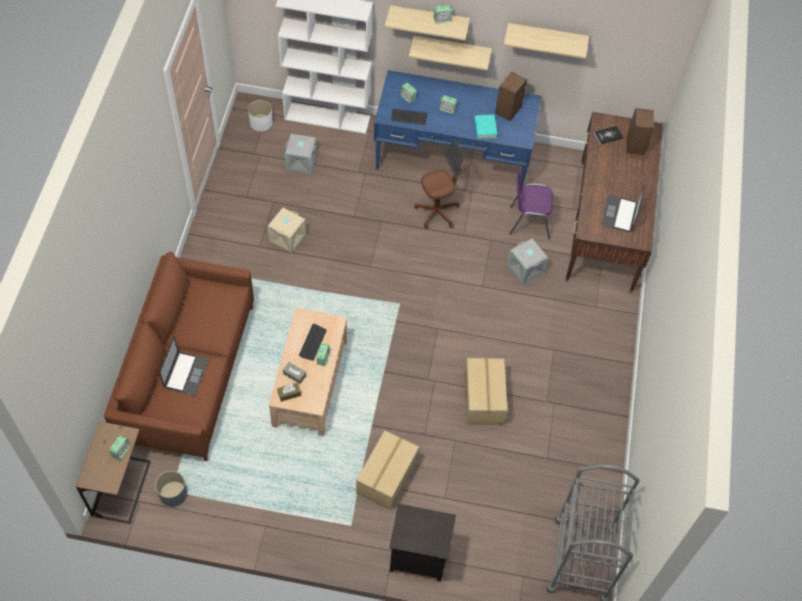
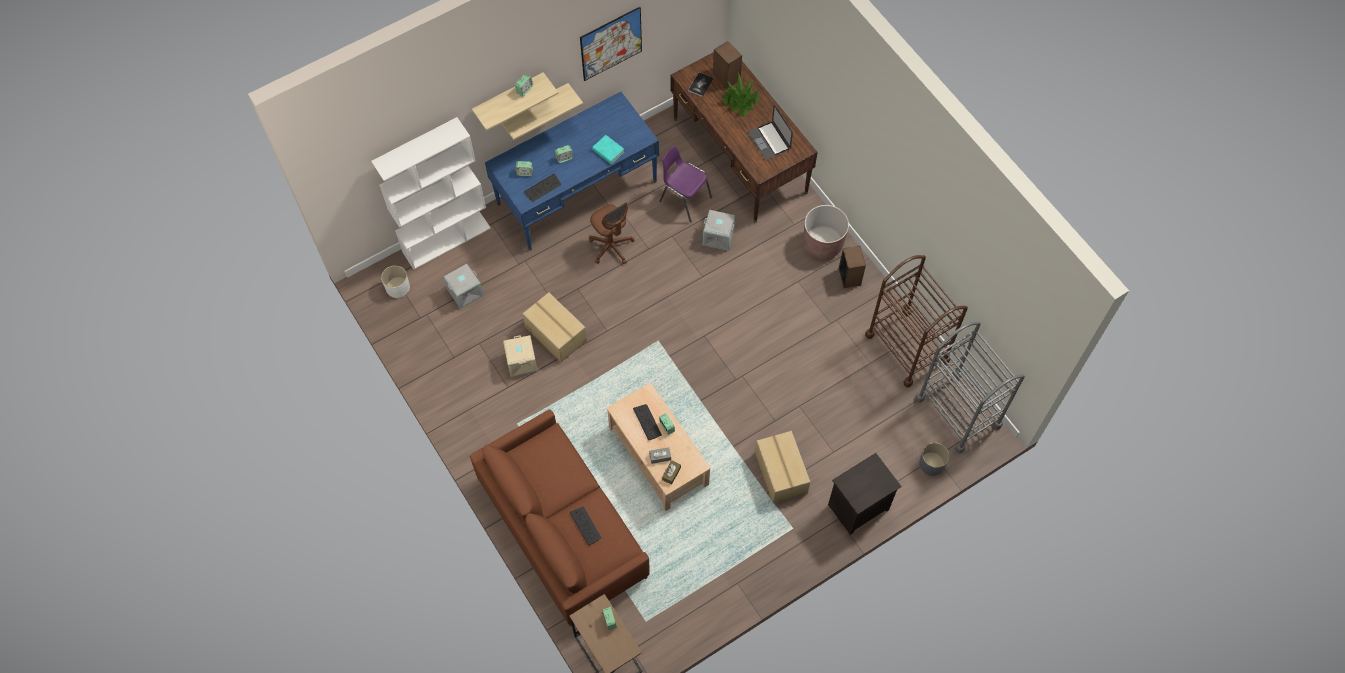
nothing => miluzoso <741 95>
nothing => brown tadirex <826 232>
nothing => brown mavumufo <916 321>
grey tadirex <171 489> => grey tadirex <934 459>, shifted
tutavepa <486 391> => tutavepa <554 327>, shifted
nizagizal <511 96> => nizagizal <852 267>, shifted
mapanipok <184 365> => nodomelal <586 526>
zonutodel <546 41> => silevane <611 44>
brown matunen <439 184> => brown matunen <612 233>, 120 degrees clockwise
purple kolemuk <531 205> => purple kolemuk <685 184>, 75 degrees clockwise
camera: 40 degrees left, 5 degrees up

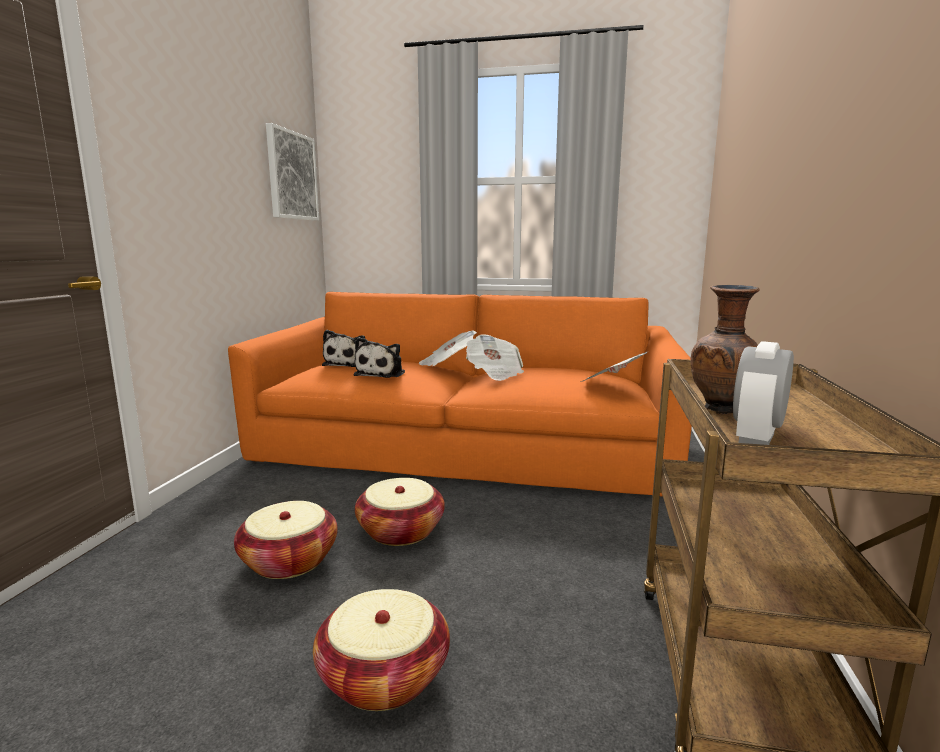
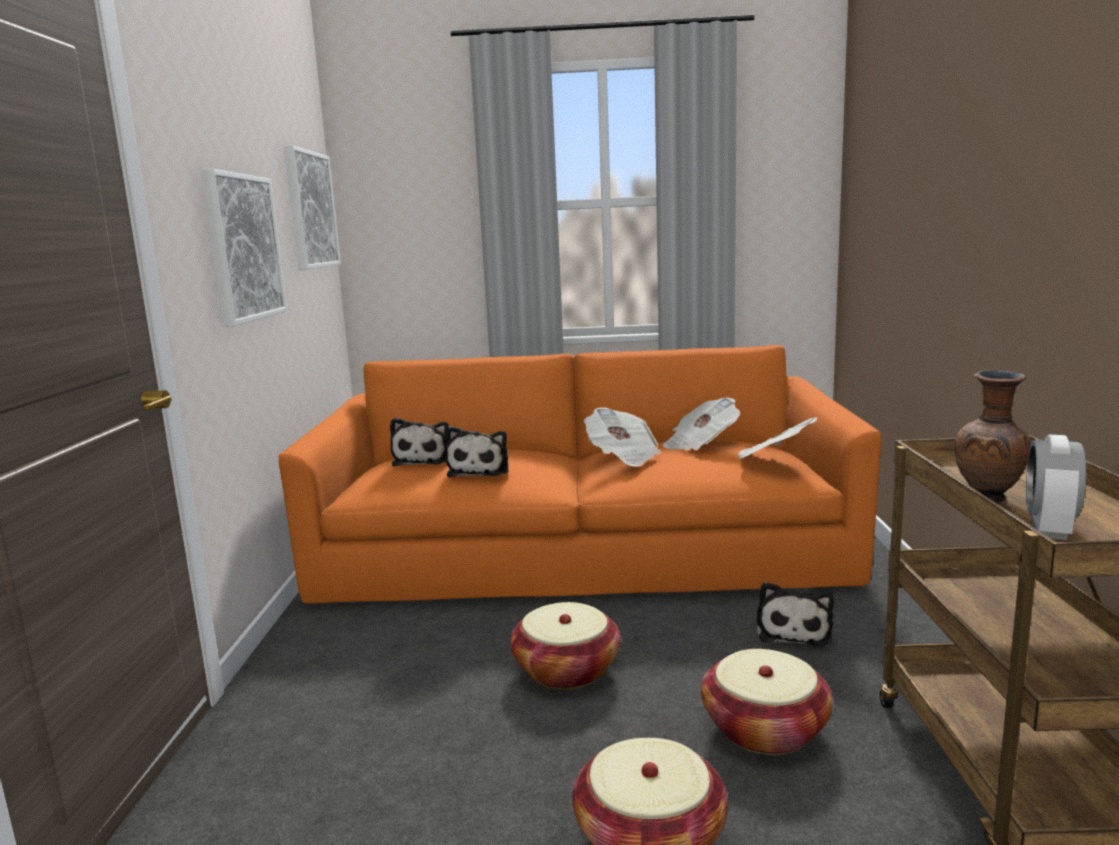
nothing => silevane <244 247>
nothing => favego <795 614>
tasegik <286 540> => tasegik <767 702>, shifted
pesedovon <448 348> => pesedovon <701 423>, shifted
camera: 10 degrees left, 0 degrees up

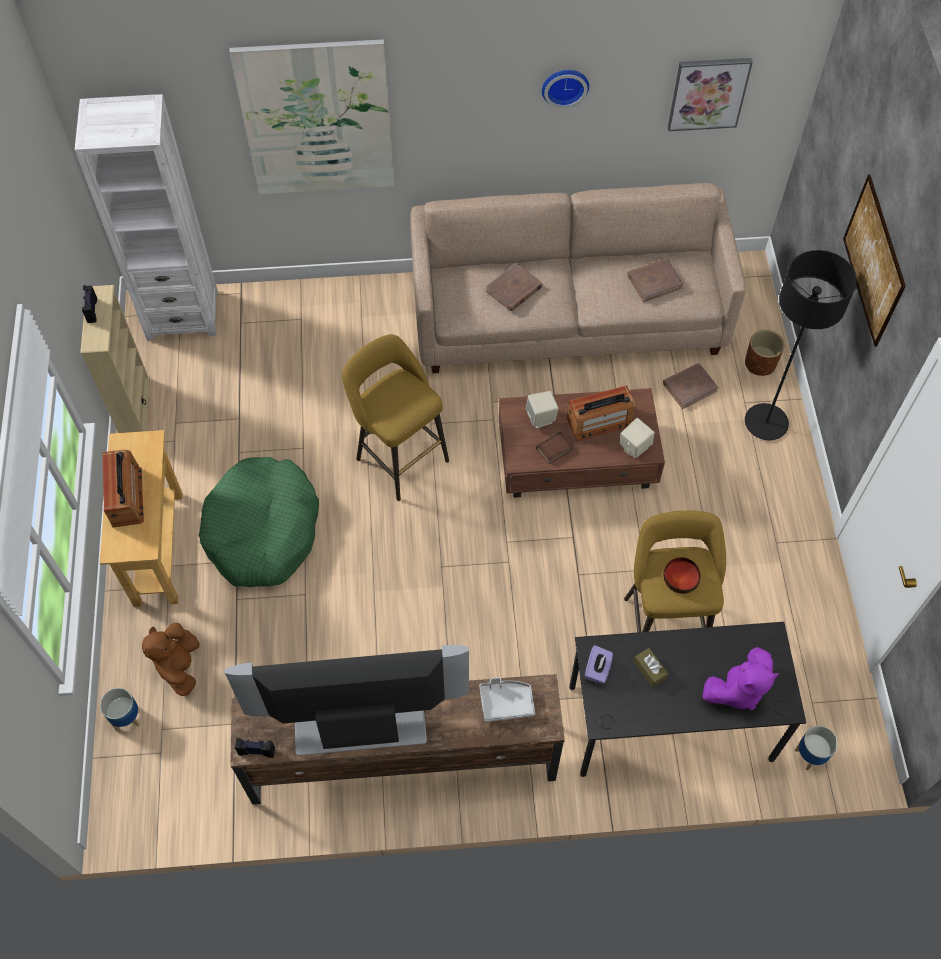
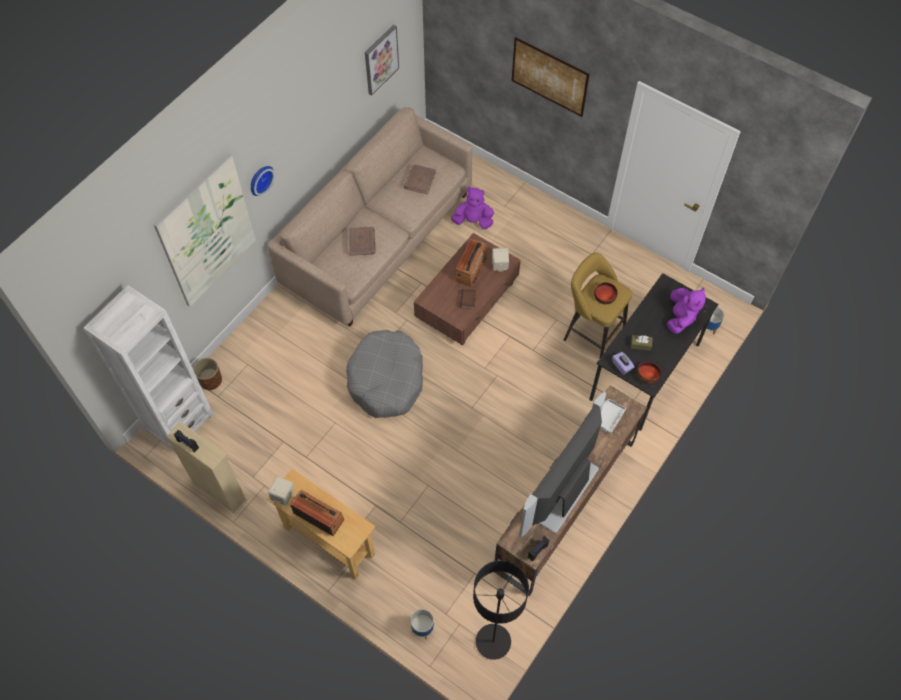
brown favego <171 659> => nothing
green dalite <259 522> => nothing
nothing => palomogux <648 373>
beige nizagizal <542 409> => beige nizagizal <281 491>, shifted
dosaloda <565 89> => dosaloda <263 181>, shifted
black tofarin <801 345> => black tofarin <501 610>, shifted
brown tadirex <765 353> => brown tadirex <207 374>, shifted
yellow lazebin <395 417> => grey dalite <384 374>
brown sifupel <691 386> => purple favego <472 208>
camera: 50 degrees left, 0 degrees up

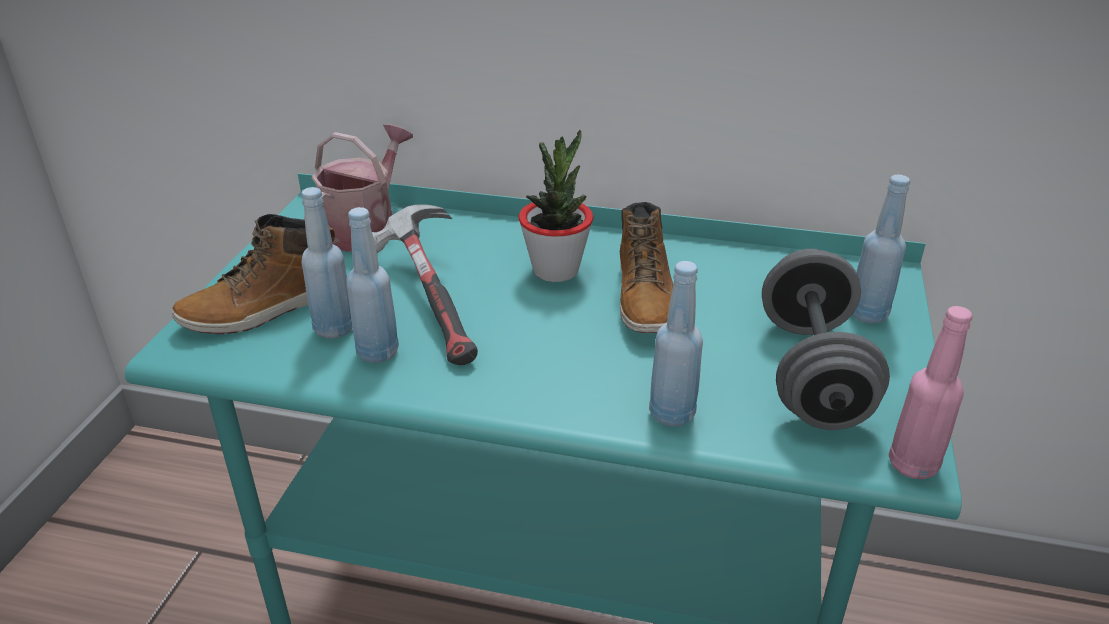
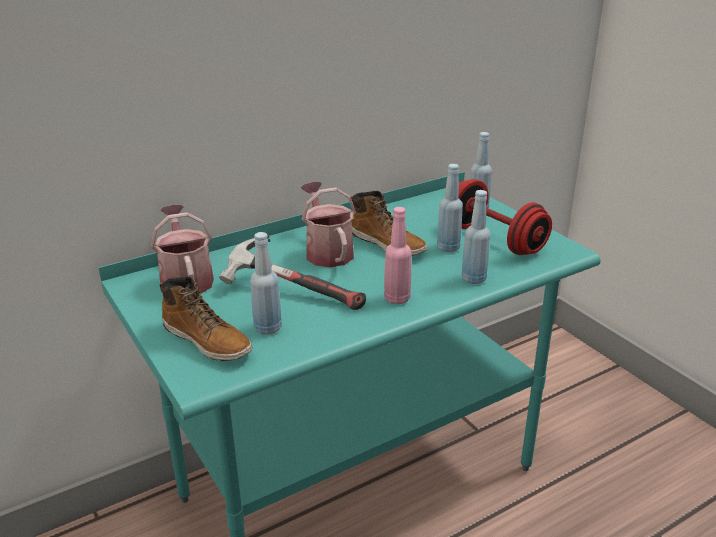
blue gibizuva <372 285> => blue gibizuva <450 208>, shifted
pink gibizuva <931 392> => pink gibizuva <398 255>, shifted
miluzoso <556 206> => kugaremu <328 224>
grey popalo <826 339> => red popalo <505 217>
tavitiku <253 274> => tavitiku <206 318>, 60 degrees counterclockwise
camera: 45 degrees left, 5 degrees down

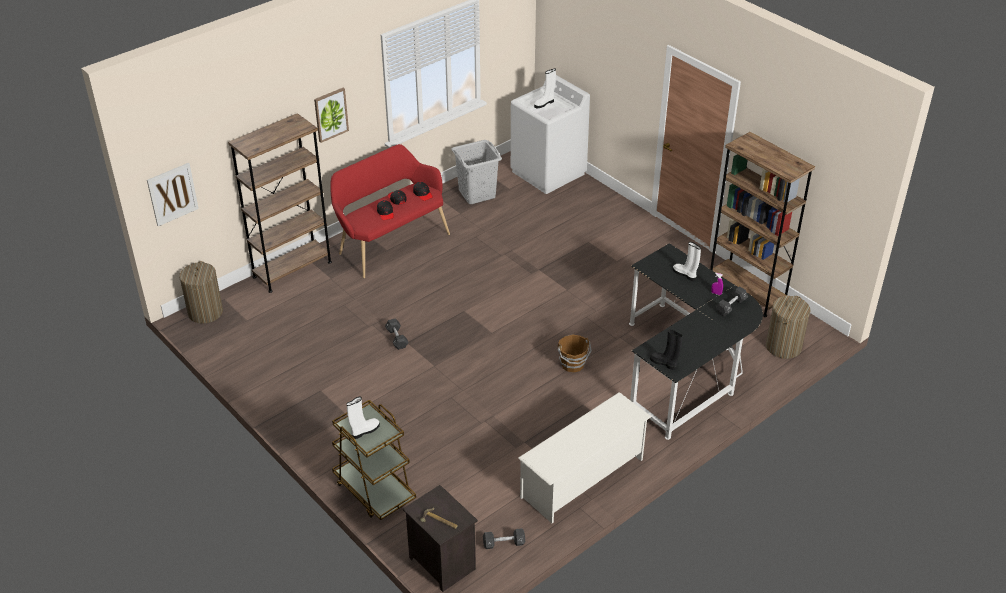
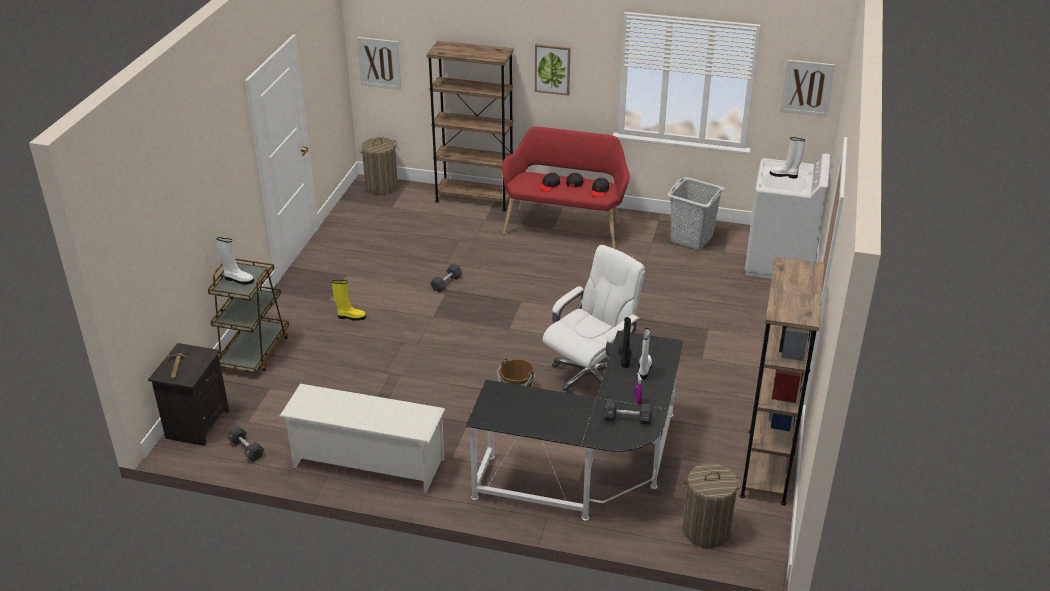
nothing => yellow tavitiku <349 300>
nothing => white matunen <594 319>
nothing => silevane <807 88>
black tavitiku <666 350> => black tavitiku <624 342>, shifted
camera: 55 degrees right, 5 degrees down

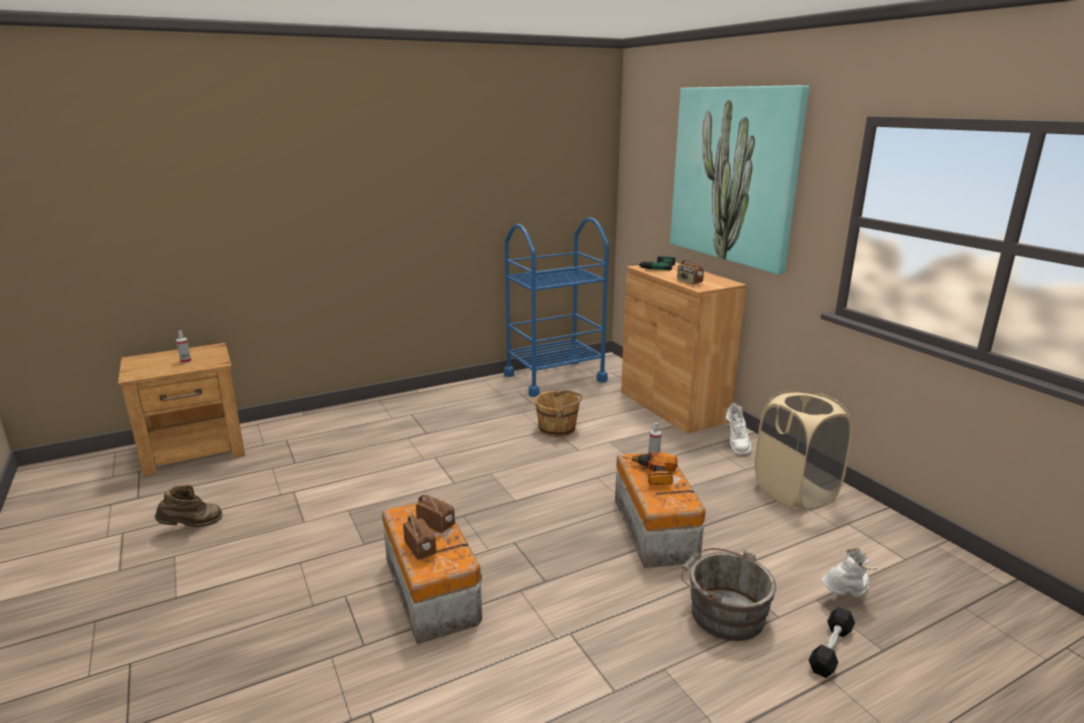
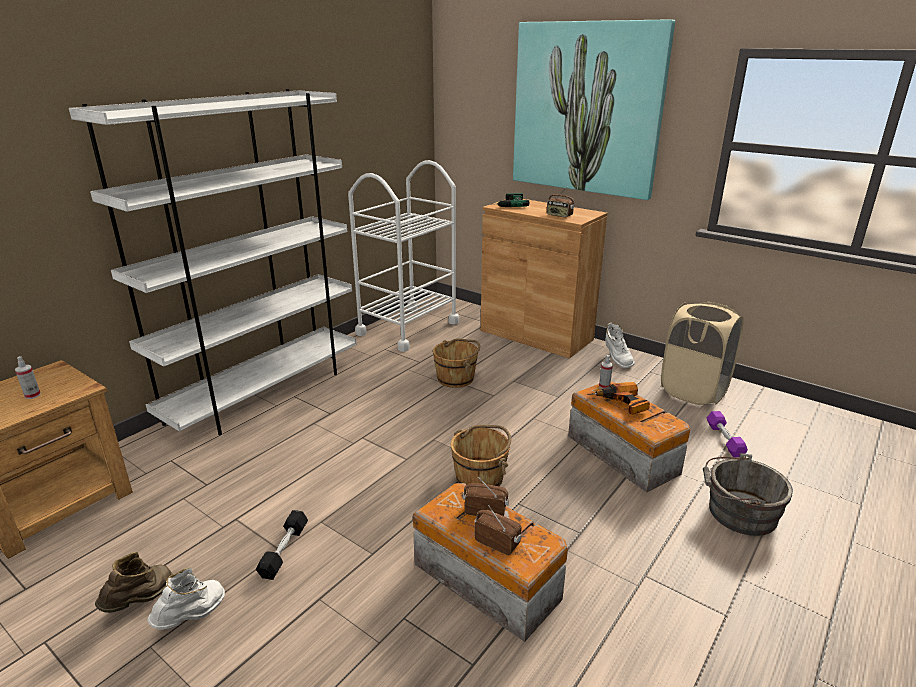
nothing => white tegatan <213 262>
nothing => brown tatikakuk <481 455>
nothing => purple popalo <727 434>
black popalo <832 642> => black popalo <282 545>, shifted
white tavitiku <849 572> => white tavitiku <186 599>, shifted
blue mavumufo <556 307> => white mavumufo <403 256>
camera: 25 degrees left, 5 degrees up

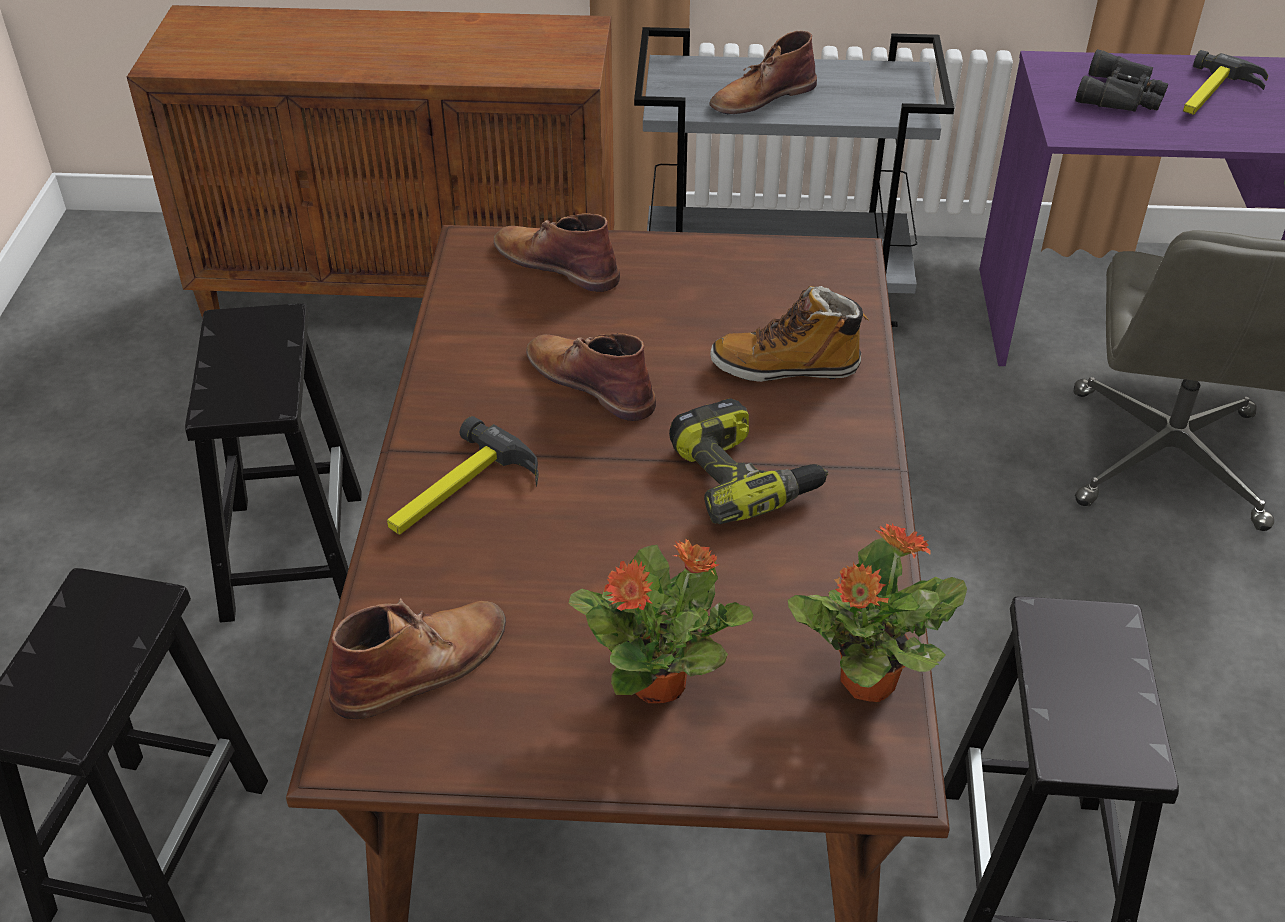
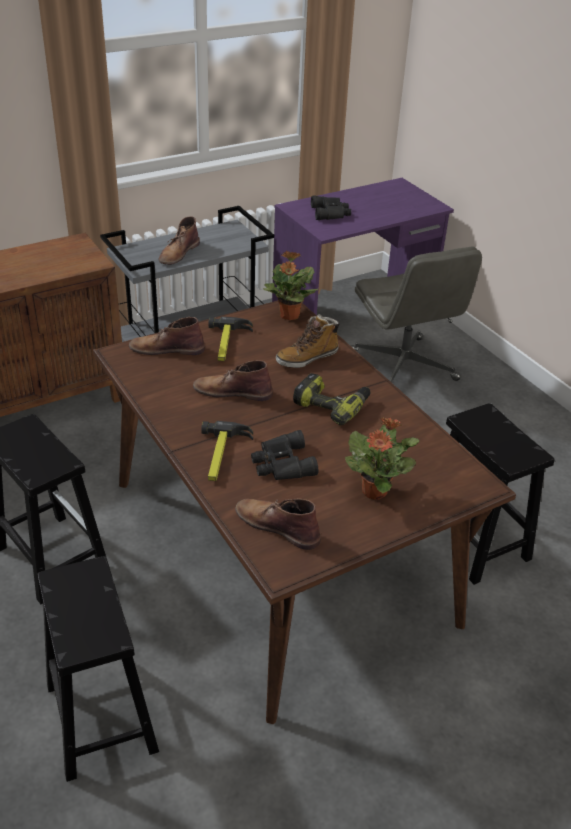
nothing => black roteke <284 455>
miluzoso <877 612> => miluzoso <290 285>, shifted
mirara <1225 82> => mirara <230 339>, shifted
brown tavitiku <417 658> => brown tavitiku <278 524>, 75 degrees counterclockwise
camera: 35 degrees left, 5 degrees down

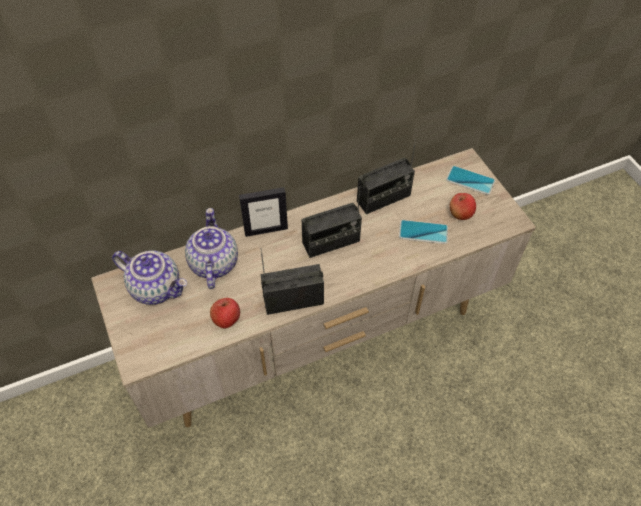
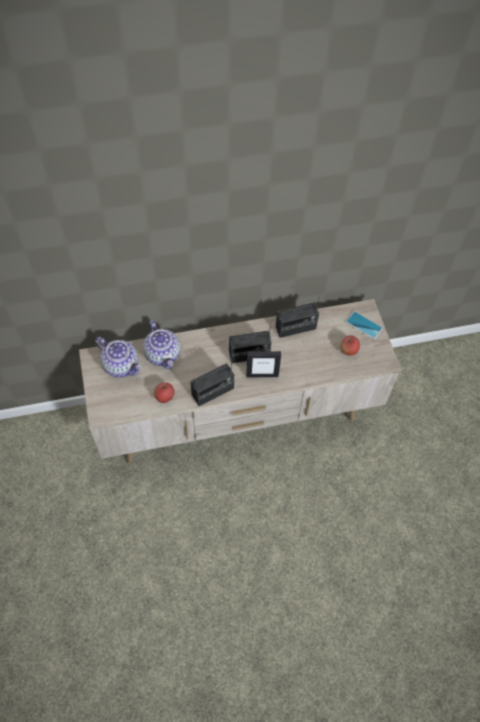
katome <423 232> => nothing
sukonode <263 212> => sukonode <263 364>, shifted
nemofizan <211 248> => nemofizan <161 344>, 150 degrees clockwise
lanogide <292 281> => lanogide <212 381>, 150 degrees clockwise
camera: 10 degrees right, 5 degrees up

